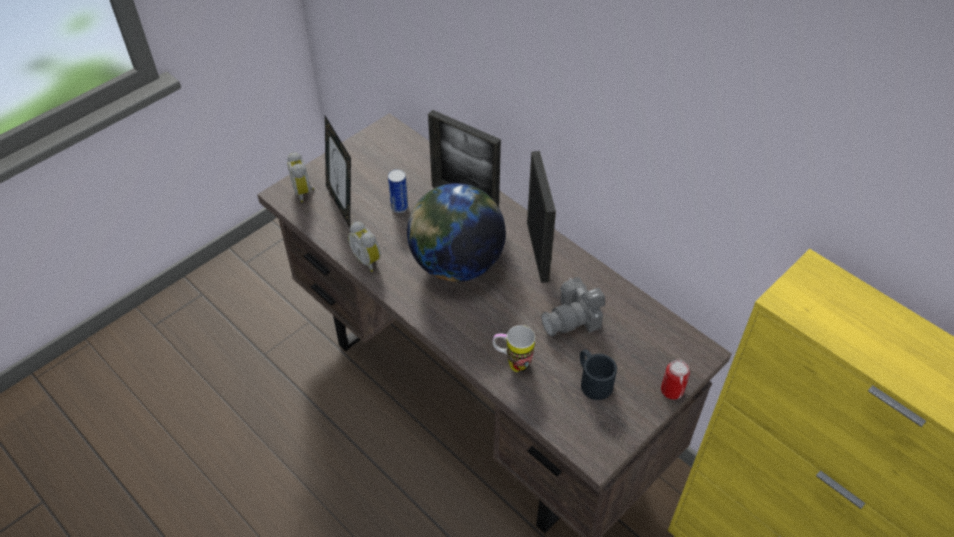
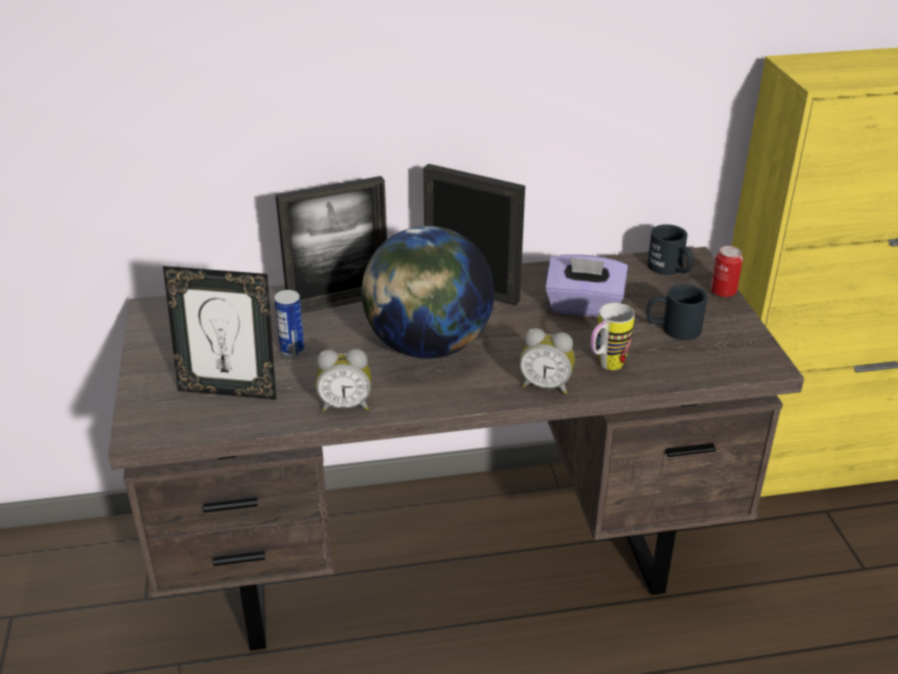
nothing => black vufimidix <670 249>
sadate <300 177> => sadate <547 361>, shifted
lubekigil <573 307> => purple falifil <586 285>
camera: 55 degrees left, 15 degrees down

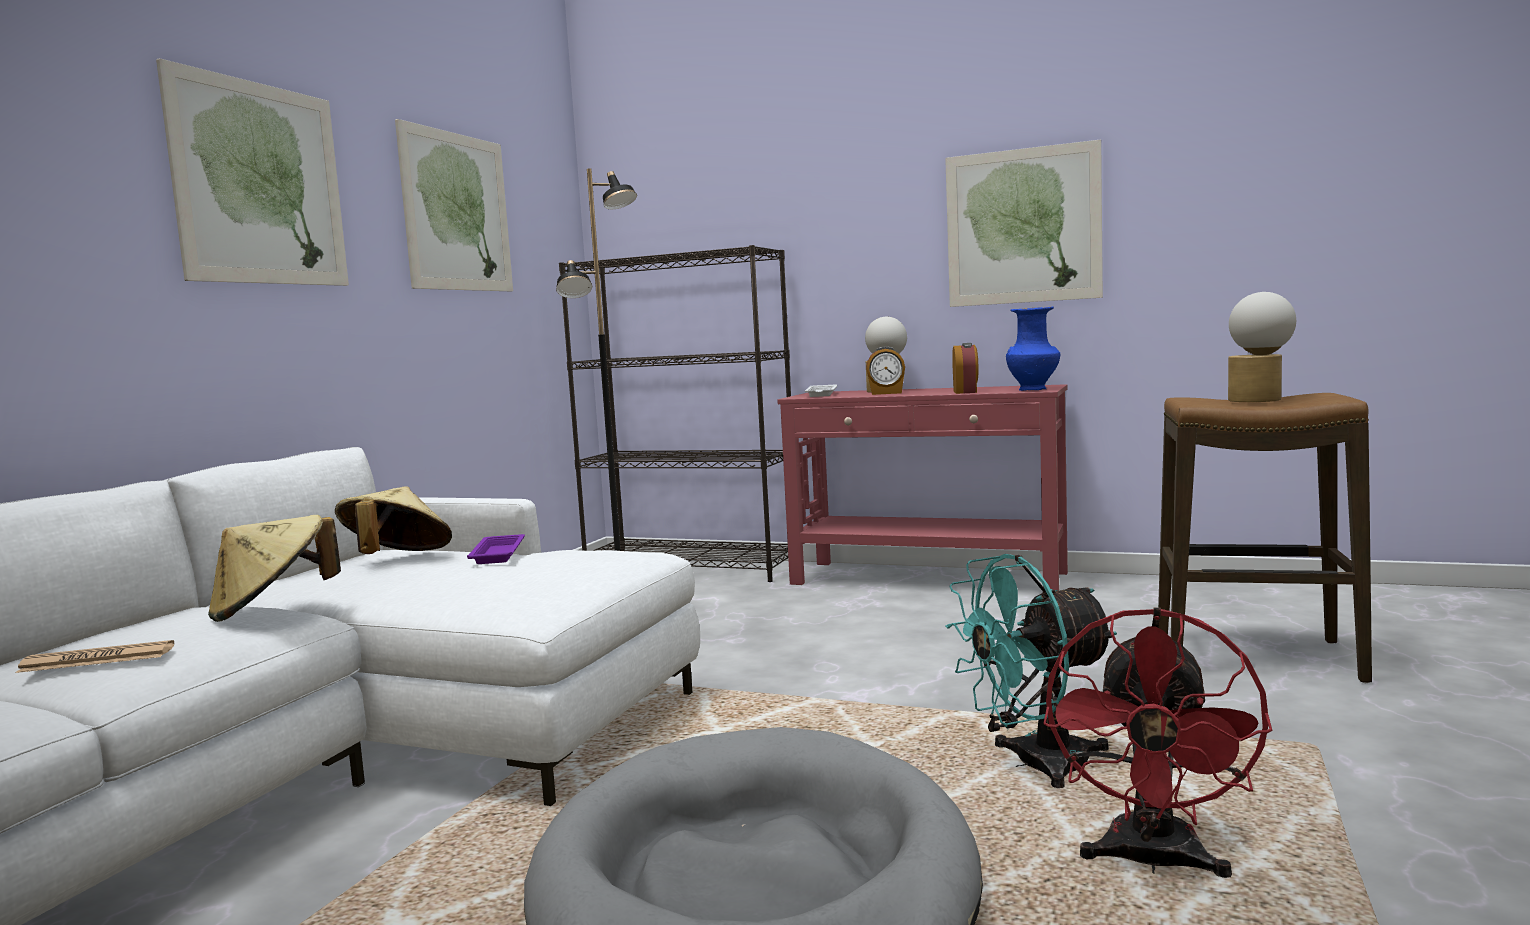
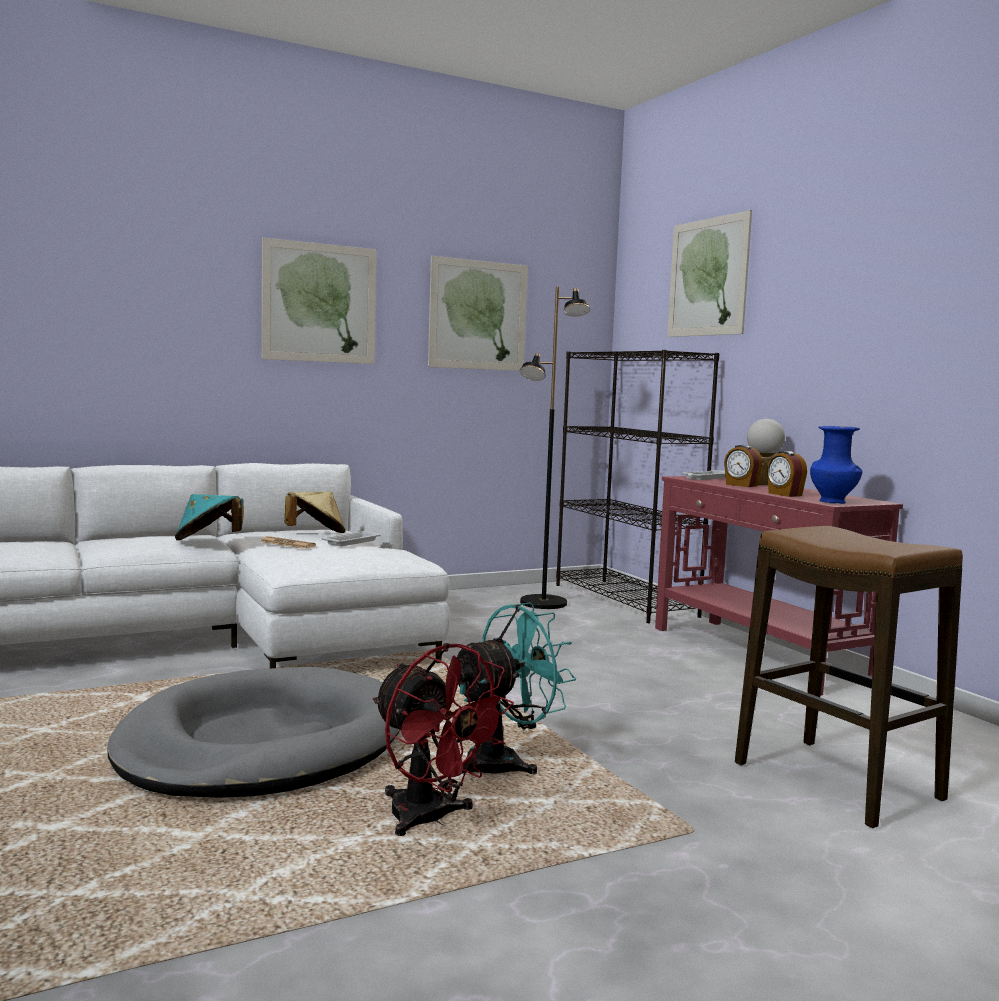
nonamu <1262 347> => nothing
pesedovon <95 656> => pesedovon <288 542>, shifted
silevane <1024 223> => silevane <709 273>, shifted
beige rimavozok <274 568> => turquoise rimavozok <209 517>
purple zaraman <496 549> => white zaraman <351 538>
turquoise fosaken <1031 671> => turquoise fosaken <516 689>, 120 degrees clockwise
sadate <965 368> => sadate <787 474>, 105 degrees clockwise
red fosaken <1158 743> => red fosaken <443 739>, 105 degrees counterclockwise
camera: 40 degrees right, 0 degrees up

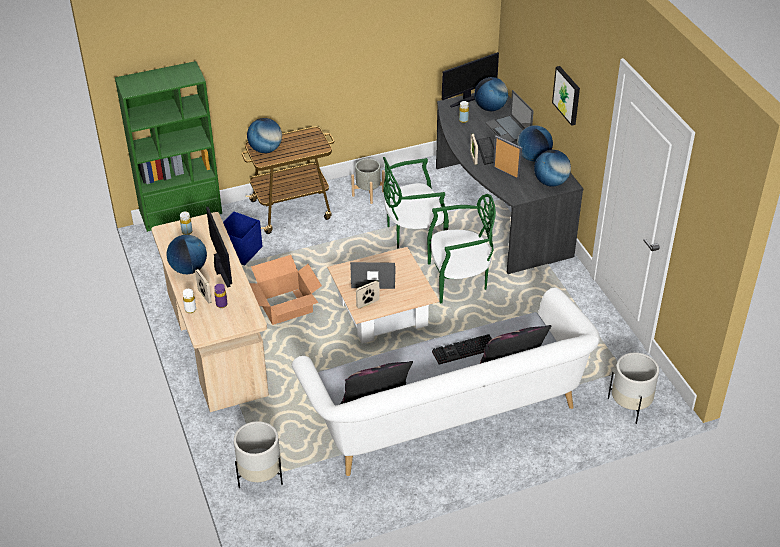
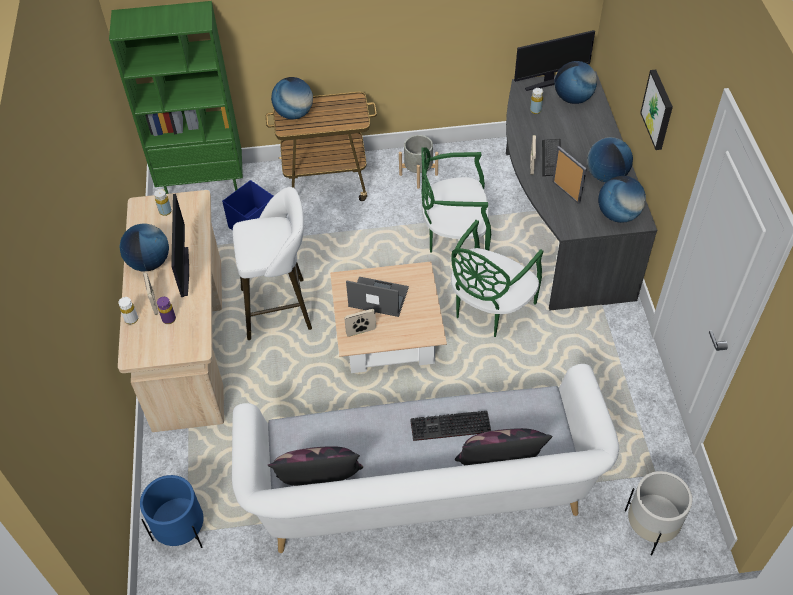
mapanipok <509 116> => nothing
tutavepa <285 290> => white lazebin <272 263>
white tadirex <258 454> => blue tadirex <172 511>
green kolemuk <461 249> => green kolemuk <497 278>, 120 degrees clockwise
camera: 15 degrees right, 10 degrees up

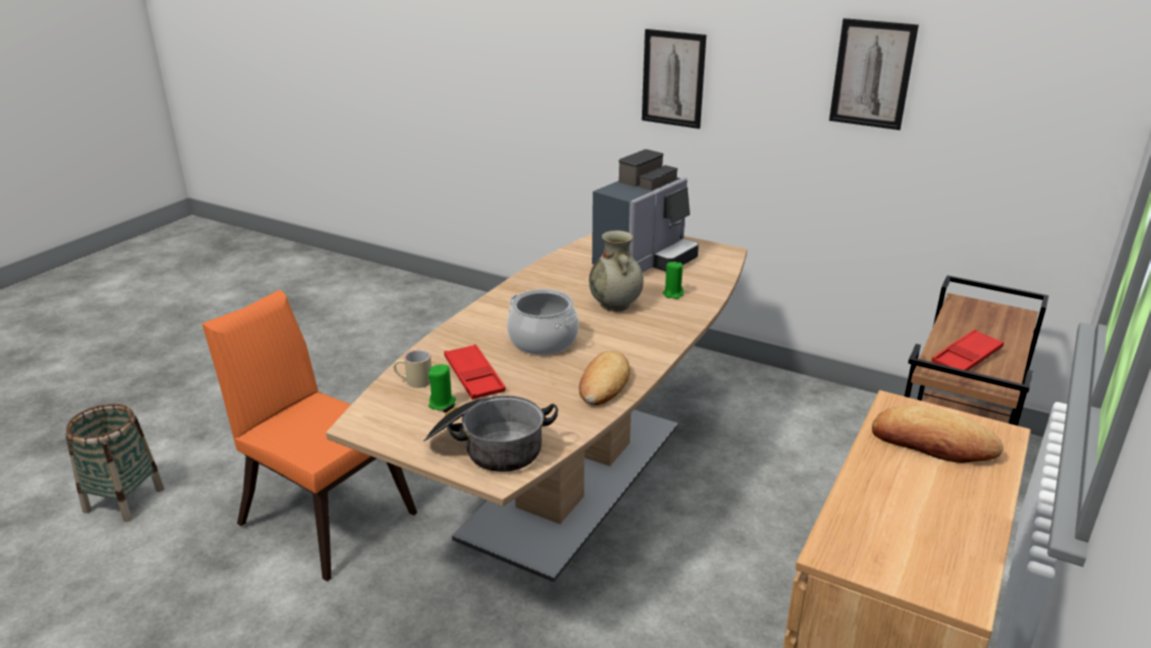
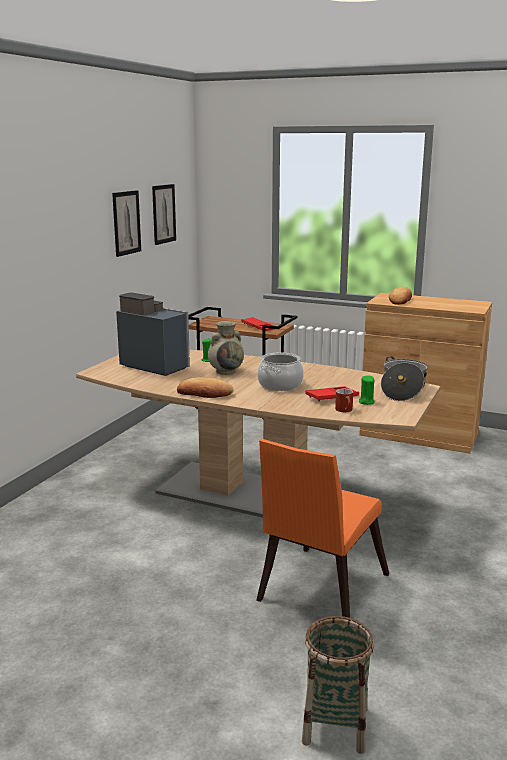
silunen <604 378> => silunen <205 387>, shifted
silevane <674 79> => silevane <164 214>, shifted
beige vufimidix <412 369> => red vufimidix <344 400>
camera: 95 degrees left, 10 degrees down

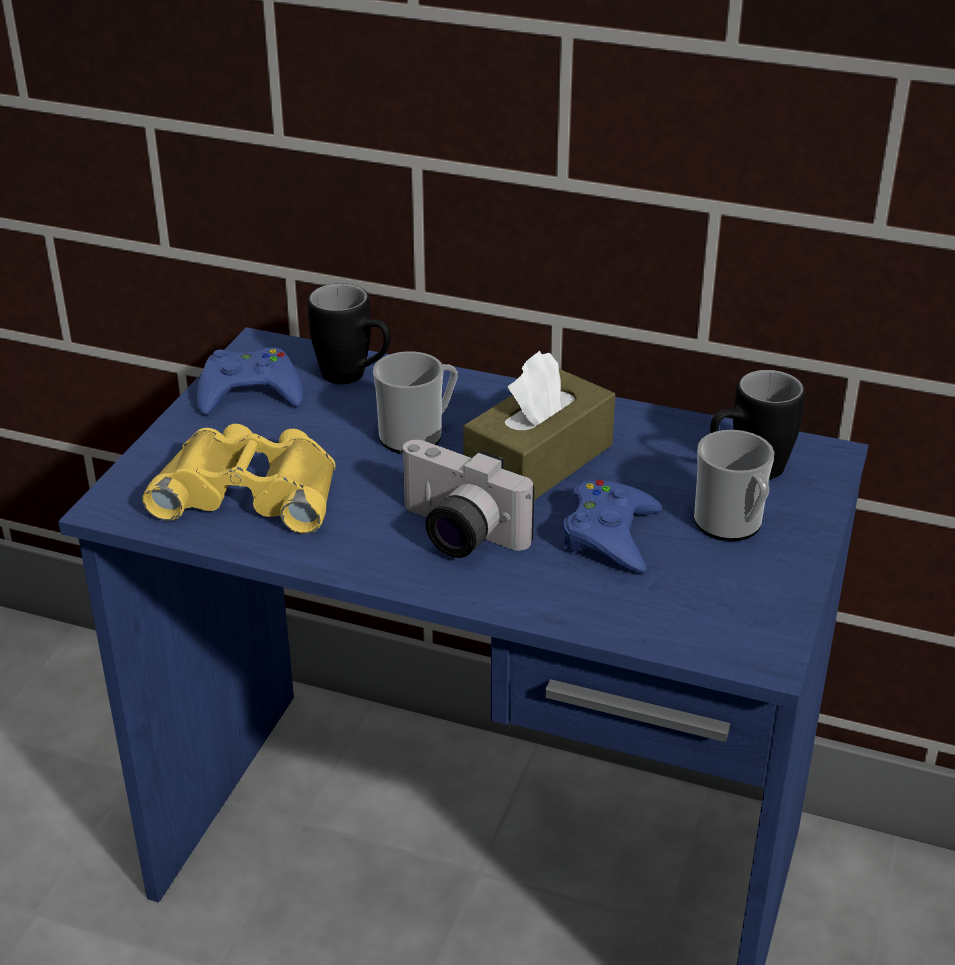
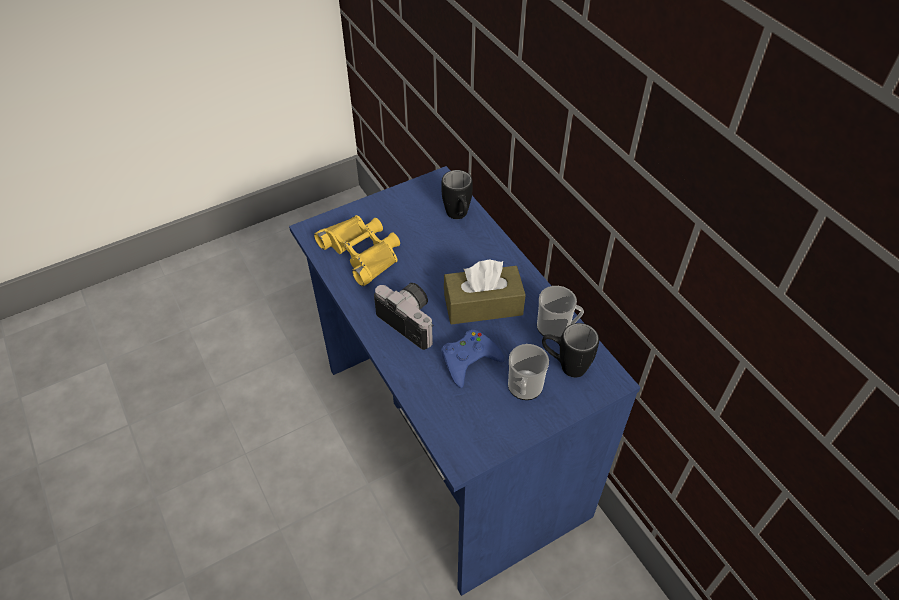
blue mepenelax <250 381> => nothing
vufimidix <415 402> => vufimidix <560 311>, shifted
lubekigil <467 499> => lubekigil <404 316>, 150 degrees clockwise
camera: 40 degrees right, 15 degrees up

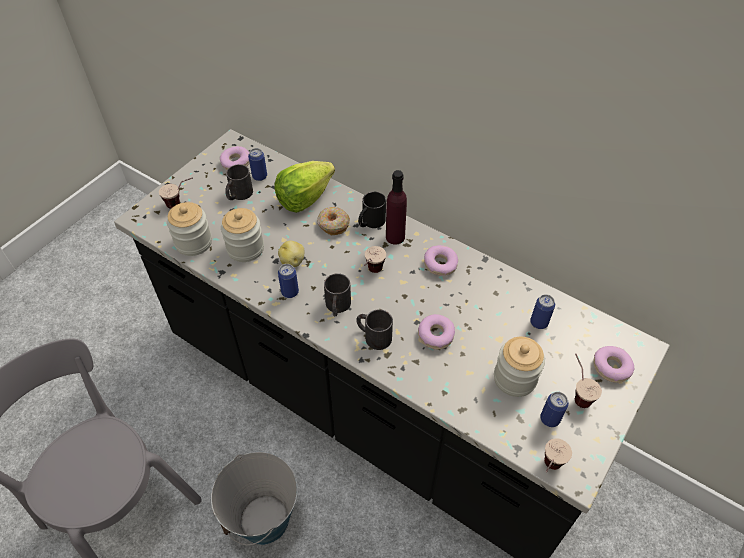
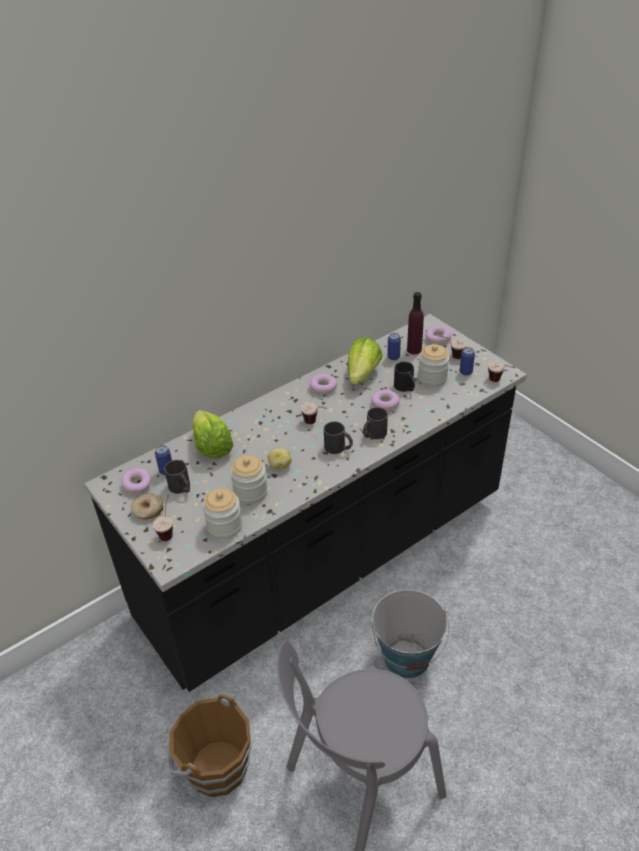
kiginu <288 281> => nothing
nothing => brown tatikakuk <210 745>
nothing => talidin <364 361>
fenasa <333 221> => fenasa <146 506>, shifted
black vufimidix <372 210> => black vufimidix <404 377>, shifted
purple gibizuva <396 207> => purple gibizuva <415 323>, shifted
camera: 70 degrees left, 10 degrees down

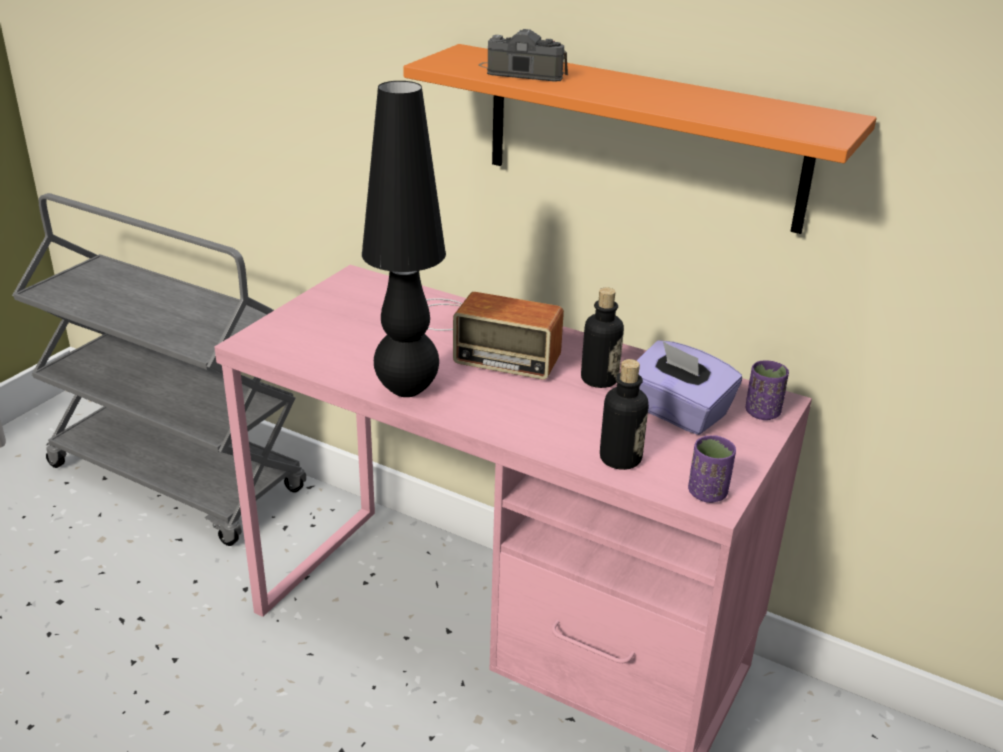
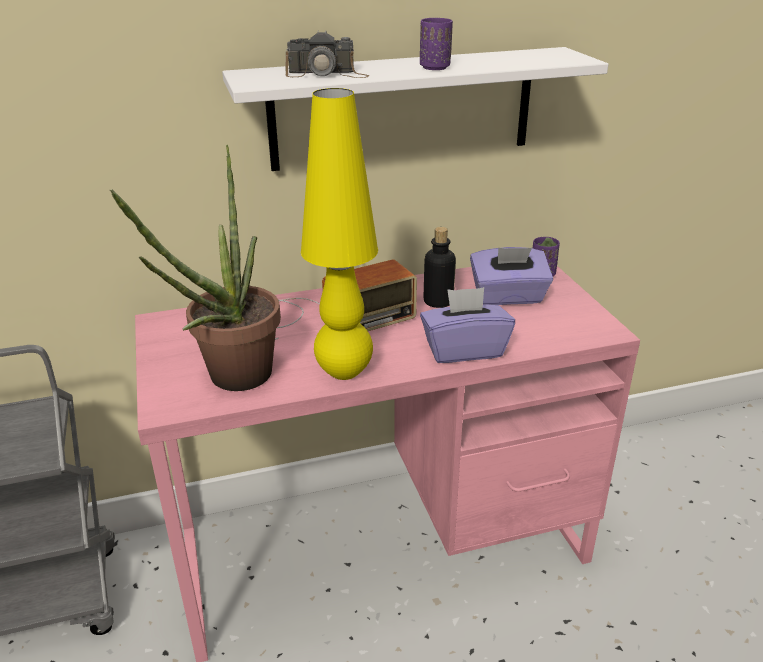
gibizuva <624 414> => nothing
nothing => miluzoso <195 268>
nothing => purple falifil <467 325>
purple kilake <712 469> => purple kilake <436 44>, shifted
black nonamu <404 239> => yellow nonamu <339 234>
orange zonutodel <640 139> => white zonutodel <415 109>
lubekigil <523 55> => lubekigil <327 54>, 150 degrees counterclockwise
camera: 45 degrees left, 0 degrees up

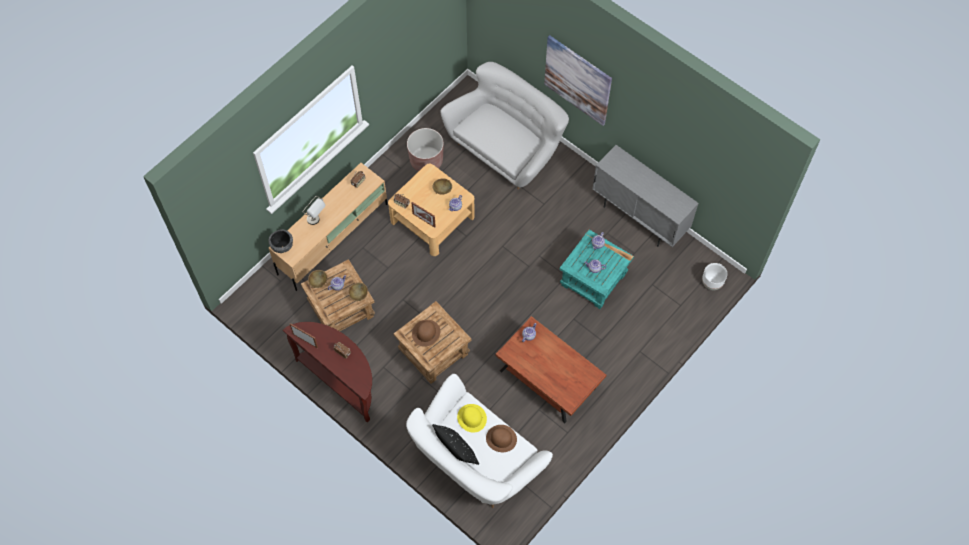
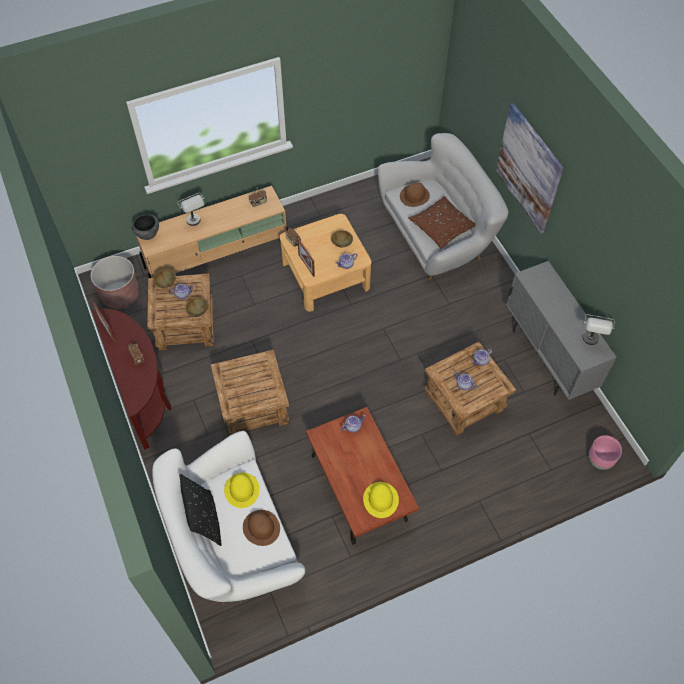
nothing => yellow rimavozok <381 500>
nothing => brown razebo <442 222>
nothing => grey nonamu <599 329>
brown tadirex <425 150> => brown tadirex <115 282>, shifted
brown rimavozok <426 333> => brown rimavozok <415 194>, shifted
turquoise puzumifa <596 269> => brown puzumifa <470 388>
white tadirex <714 276> => pink tadirex <605 452>
camera: 25 degrees right, 5 degrees down

